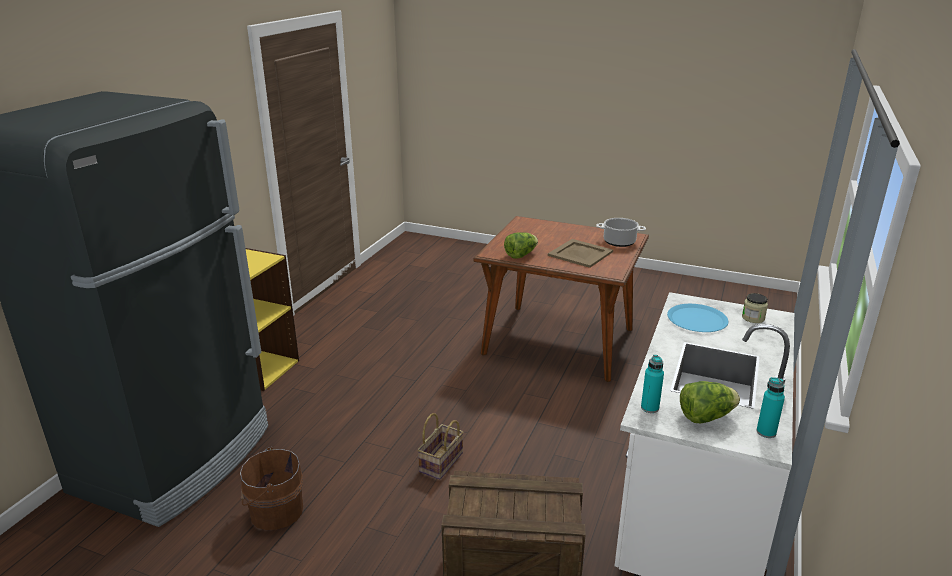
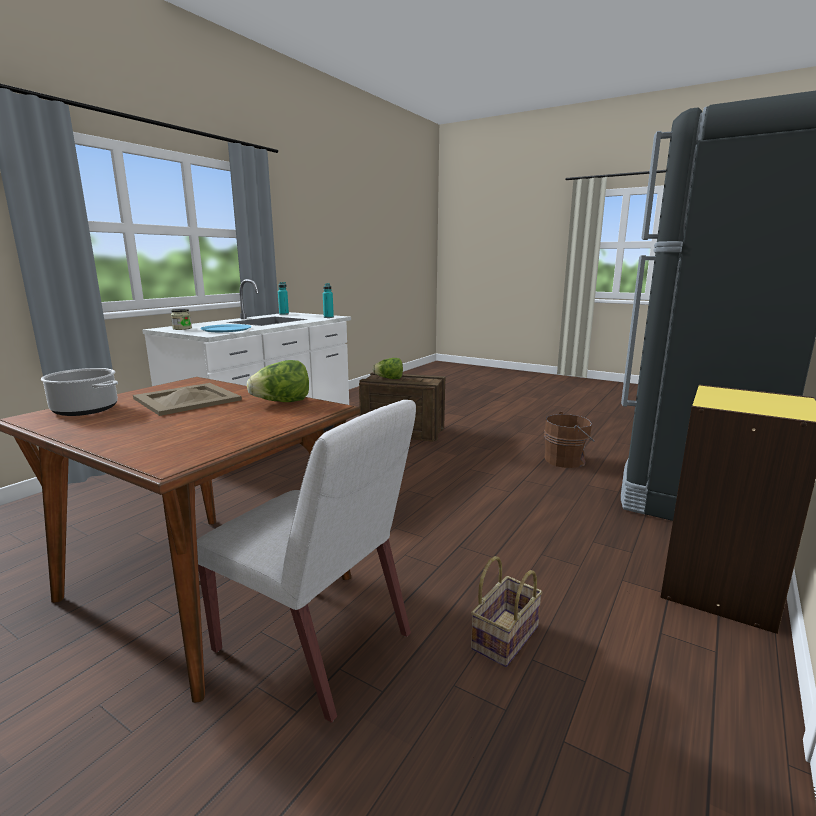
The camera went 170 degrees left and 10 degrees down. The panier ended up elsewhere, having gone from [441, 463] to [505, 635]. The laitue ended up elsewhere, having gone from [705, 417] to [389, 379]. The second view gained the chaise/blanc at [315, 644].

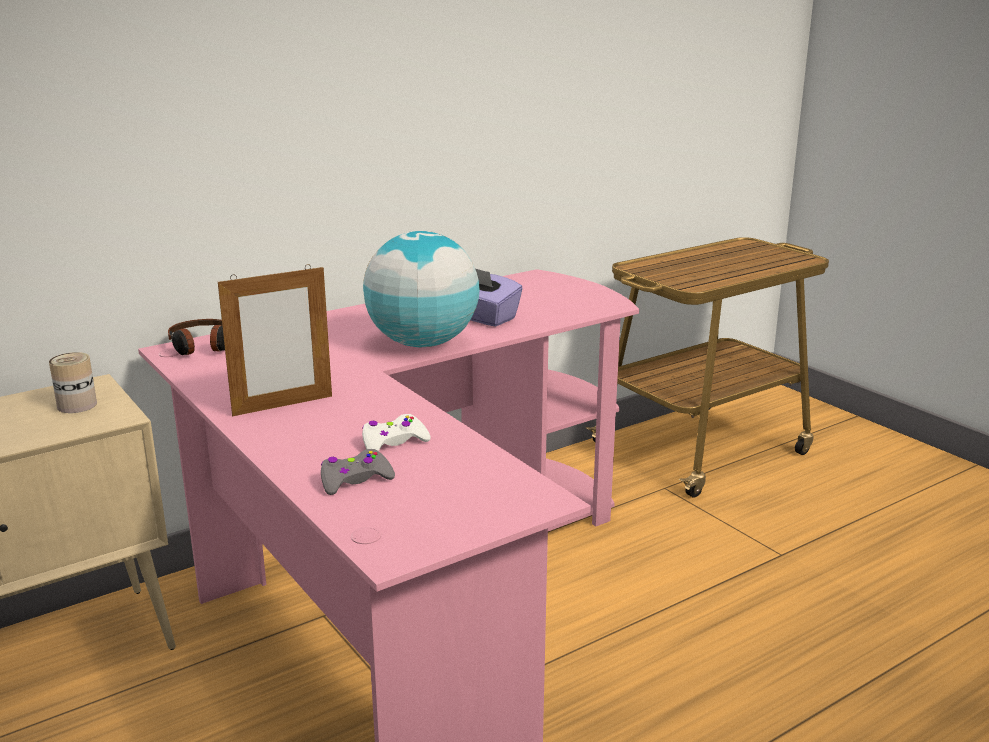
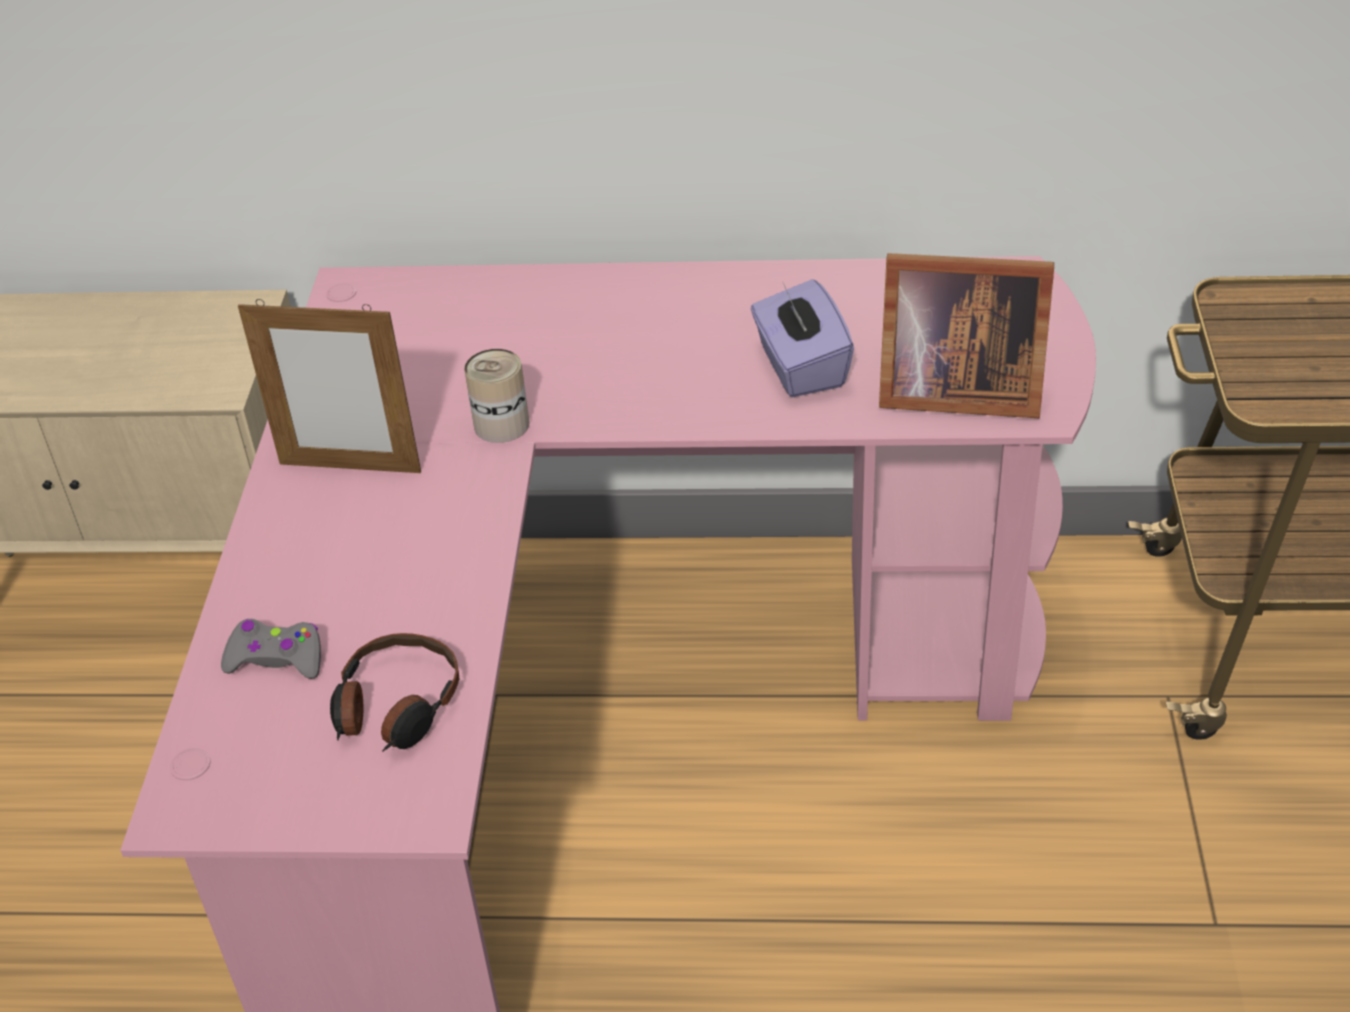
The camera went 40 degrees right and 20 degrees up. The boîte métallique ended up elsewhere, having gone from [77, 405] to [501, 424]. The casque audio ended up elsewhere, having gone from [201, 346] to [396, 707]. The second view lost the manette/blanc at [393, 442]. The second view lost the globe at [422, 344]. The second view gained the cadre photo at [953, 390].

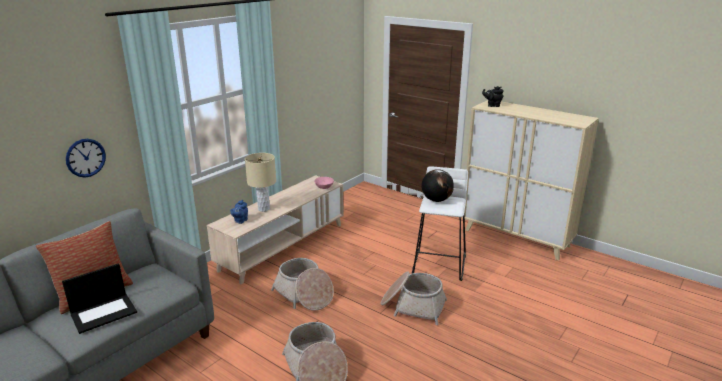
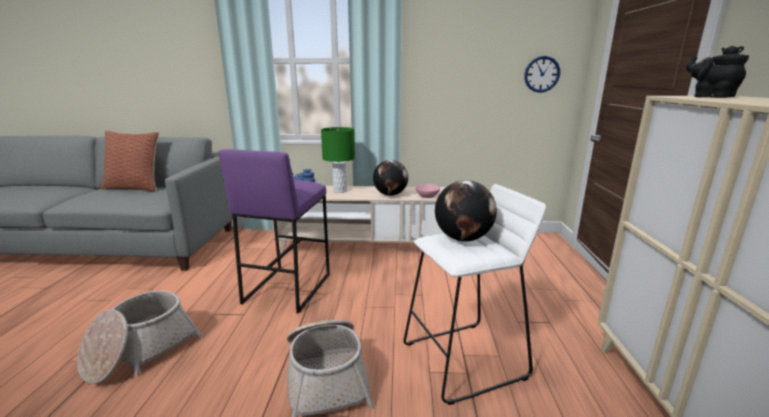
The camera went 55 degrees right and 5 degrees down. The second view lost the ordinateur portable at [104, 312]. The horloge murale ended up elsewhere, having gone from [85, 157] to [541, 74]. What was the lampe de table/beige at [263, 209] turned into the lampe de table/vert at [339, 191]. Where the panier stood at [304, 295], the tabouret/violet came to stand at [287, 288]. The second view gained the globe at [390, 194].

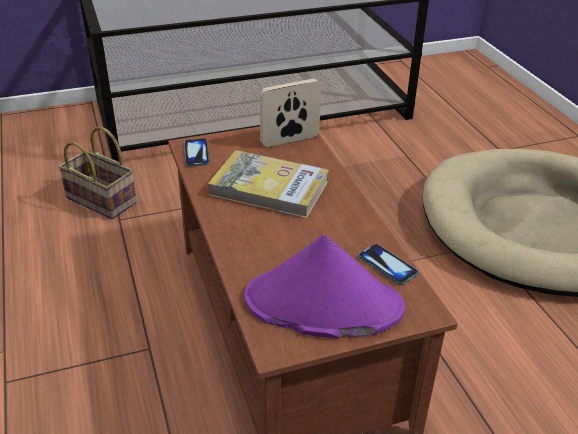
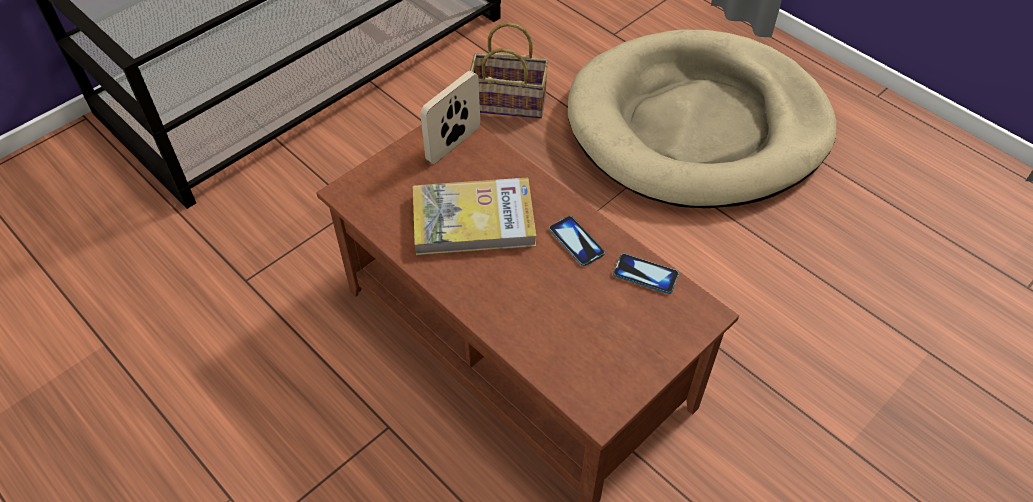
The camera went 25 degrees left and 15 degrees up. The panier ended up elsewhere, having gone from [103, 200] to [510, 101]. The téléphone ended up elsewhere, having gone from [196, 153] to [576, 241]. The second view lost the chapeau/violet at [322, 304].

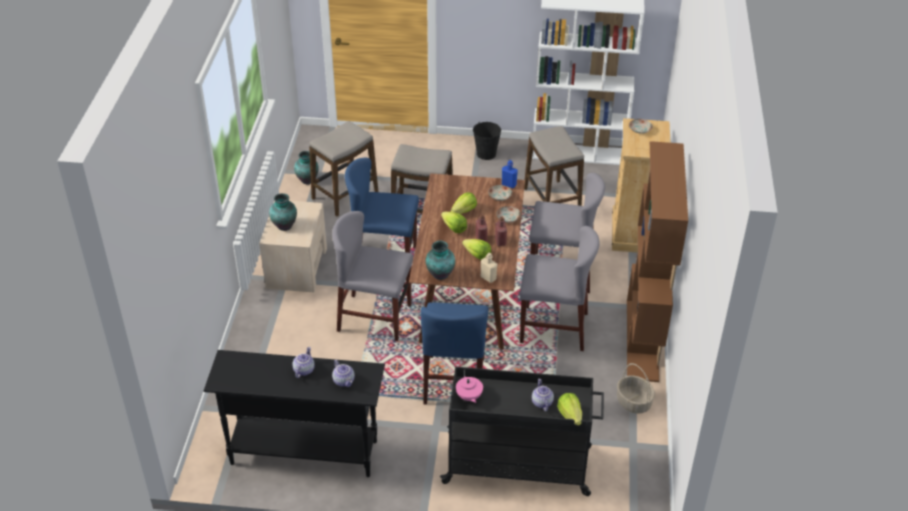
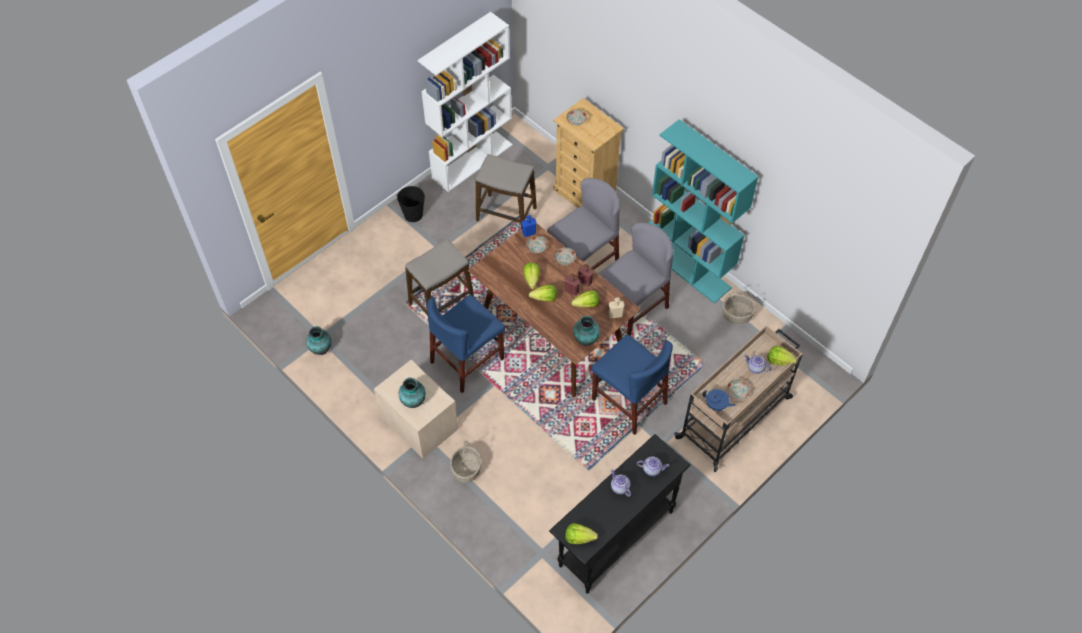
The camera went 50 degrees left and 15 degrees up. The second view lost the tabouret at [344, 195]. The second view lost the chaise/gris at [374, 318]. What was the chariot/noir at [519, 465] turned into the chariot/beige at [735, 417]. What was the théière/rose at [469, 397] turned into the théière/bleu at [716, 405]. What was the bibliothèque/marron at [643, 340] turned into the bibliothèque/turquoise at [688, 268]. The second view gained the panier at [466, 470]. The second view gained the laitue at [579, 537]. The second view gained the assiette at [738, 392].

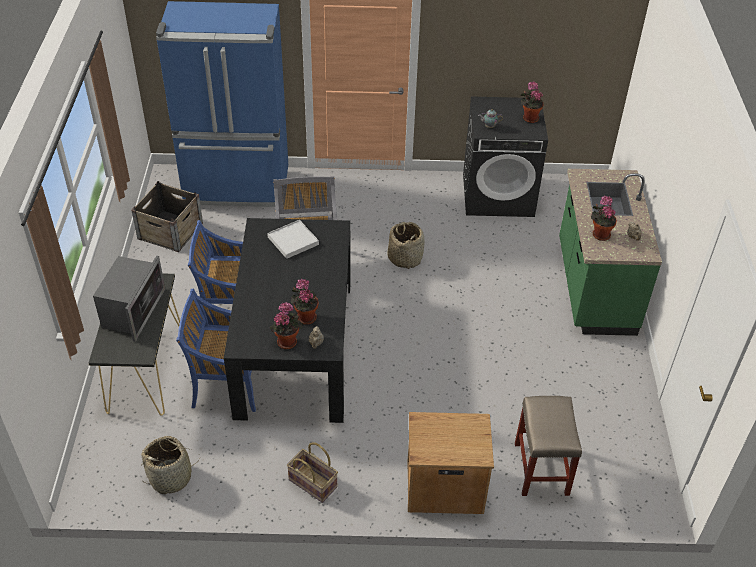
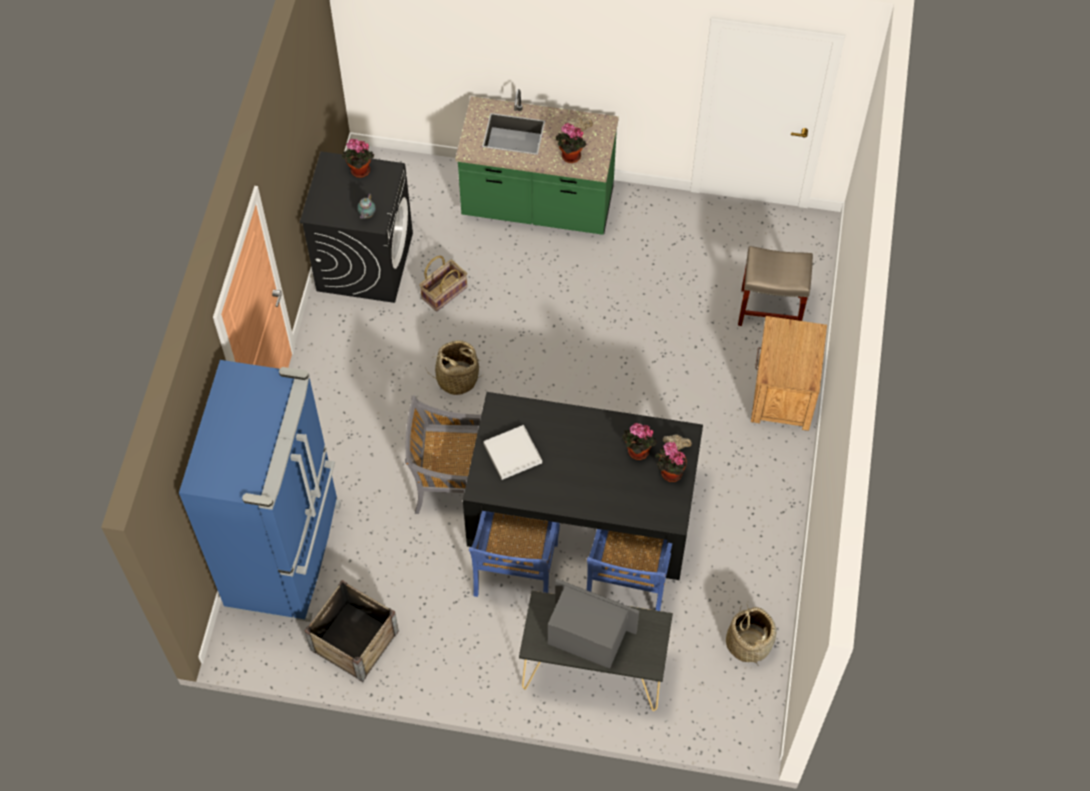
The camera went 80 degrees left and 15 degrees up. The panier ended up elsewhere, having gone from [313, 483] to [444, 292].

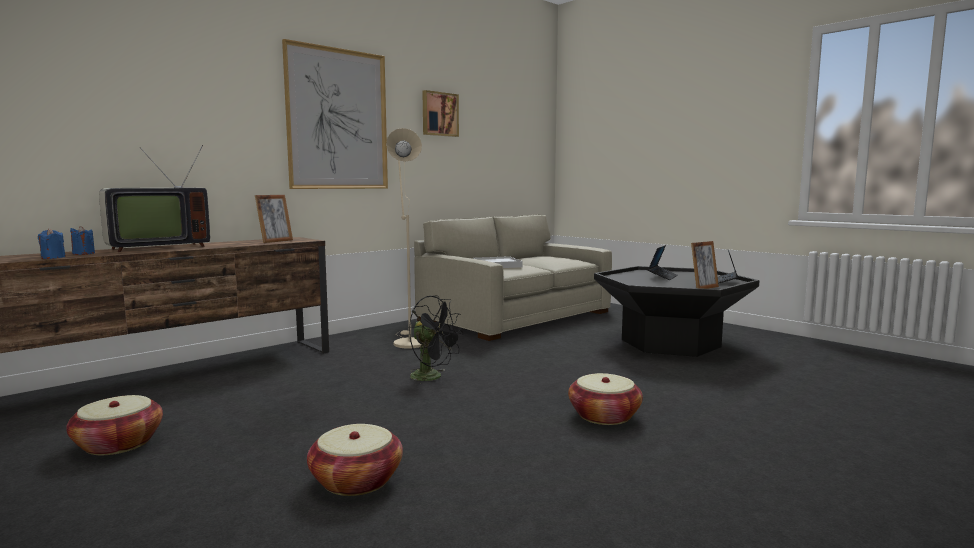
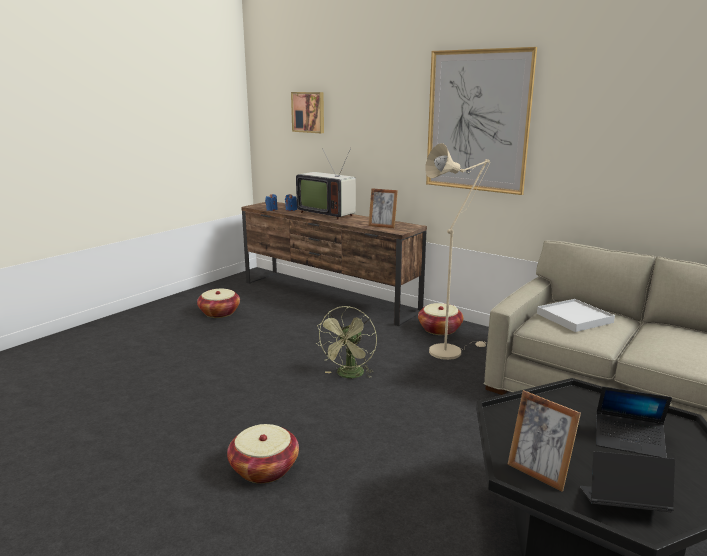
The camera went 80 degrees right and 10 degrees up. The panier ended up elsewhere, having gone from [356, 481] to [439, 329]. What was the ventilateur/noir at [432, 377] turned into the ventilateur/vert at [349, 375]. The tableau ended up elsewhere, having gone from [439, 114] to [309, 112].

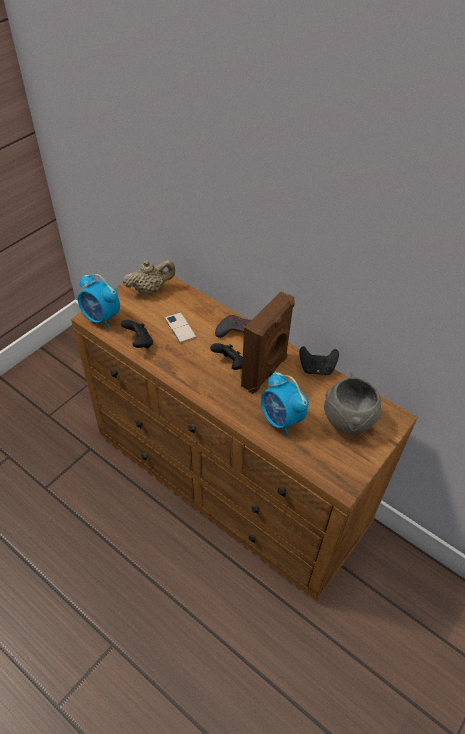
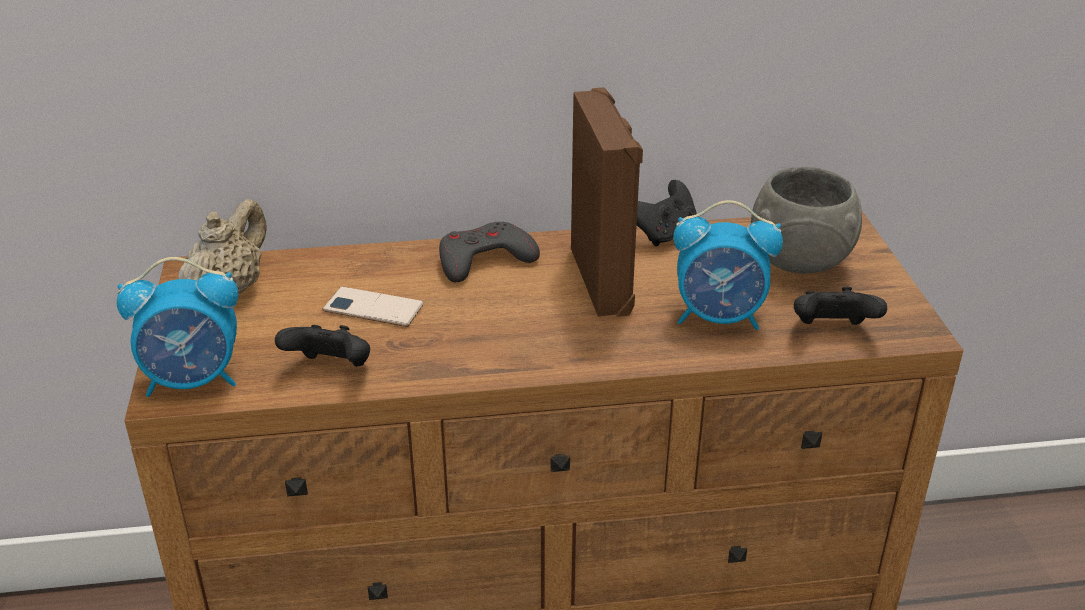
The camera went 45 degrees left and 15 degrees down. The manette/noir ended up elsewhere, having gone from [230, 364] to [832, 330].

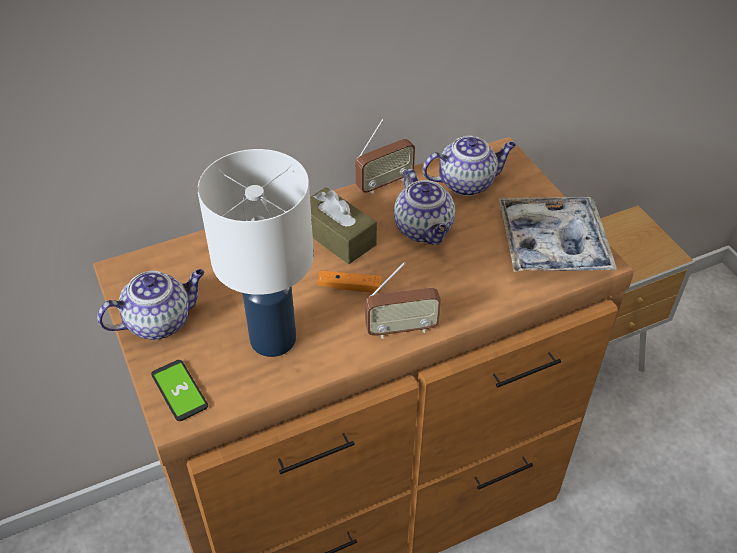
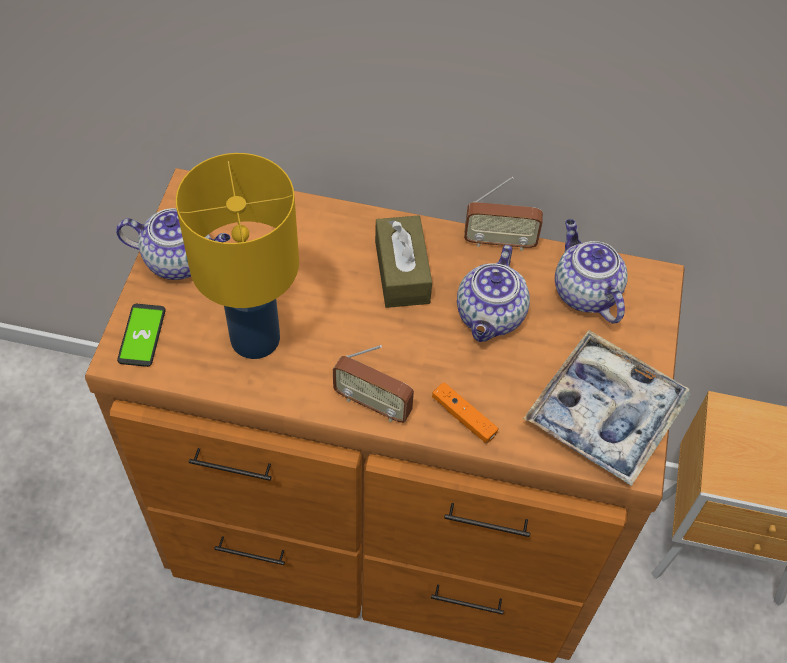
The camera went 35 degrees right and 10 degrees up. What was the lampe de table/blanc at [271, 339] turned into the lampe de table/jaune at [254, 337]. The manette/orange ended up elsewhere, having gone from [350, 287] to [464, 417]. The théière at [467, 183] ended up facing another way, 135 degrees counterclockwise from before.

